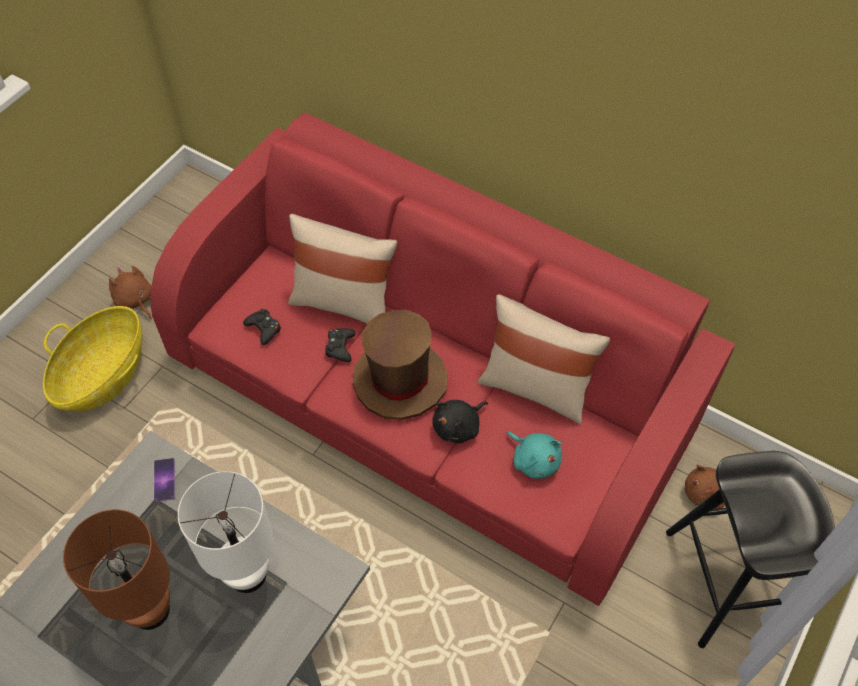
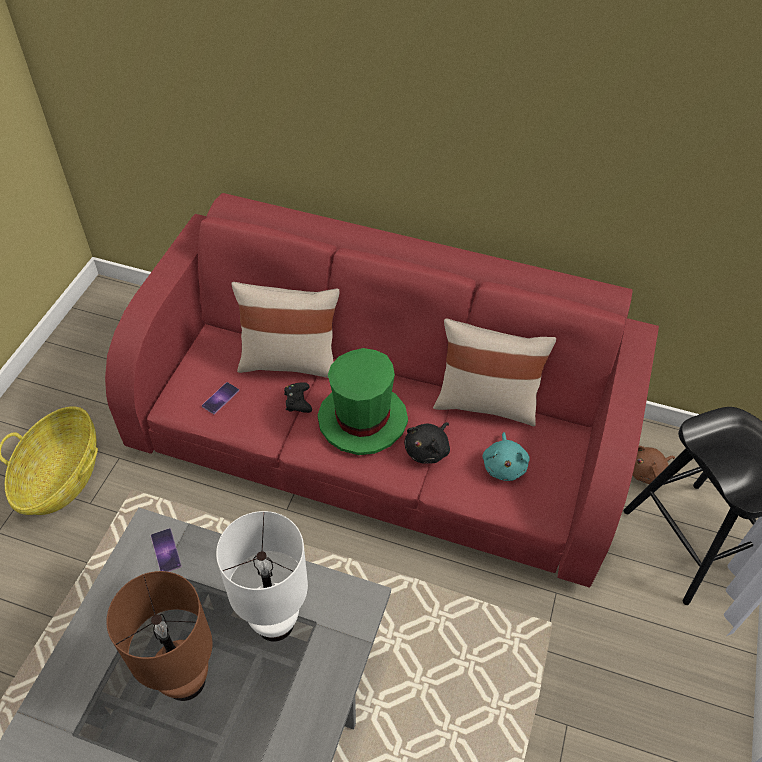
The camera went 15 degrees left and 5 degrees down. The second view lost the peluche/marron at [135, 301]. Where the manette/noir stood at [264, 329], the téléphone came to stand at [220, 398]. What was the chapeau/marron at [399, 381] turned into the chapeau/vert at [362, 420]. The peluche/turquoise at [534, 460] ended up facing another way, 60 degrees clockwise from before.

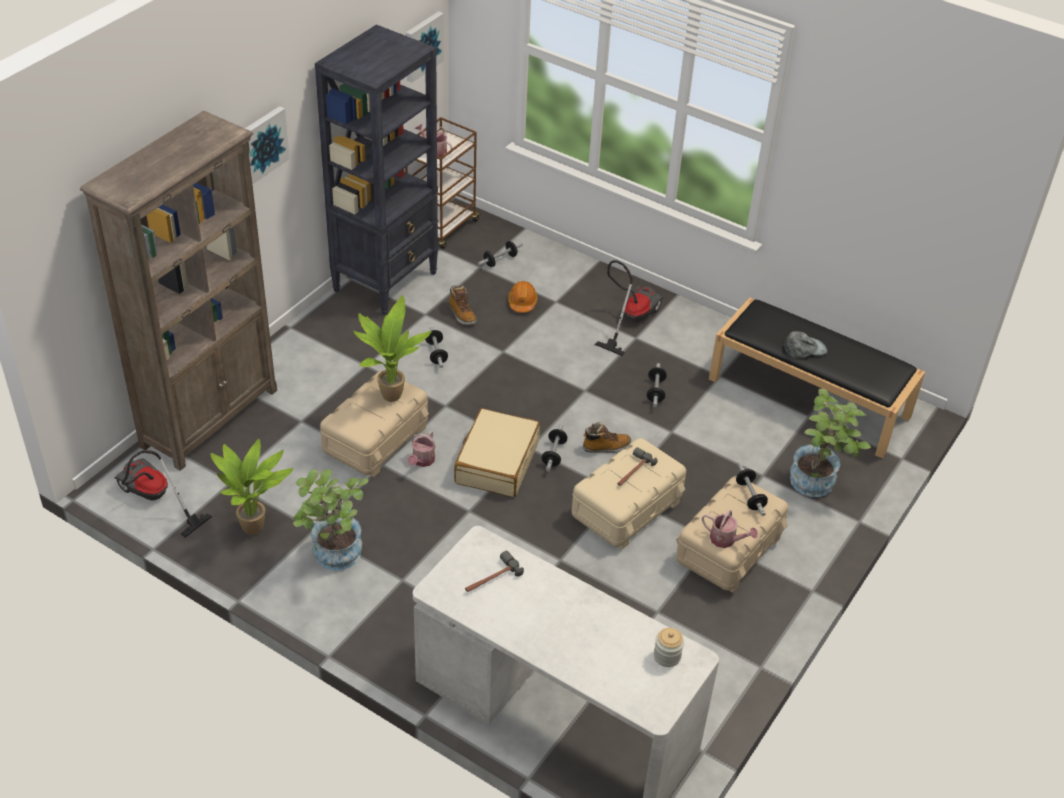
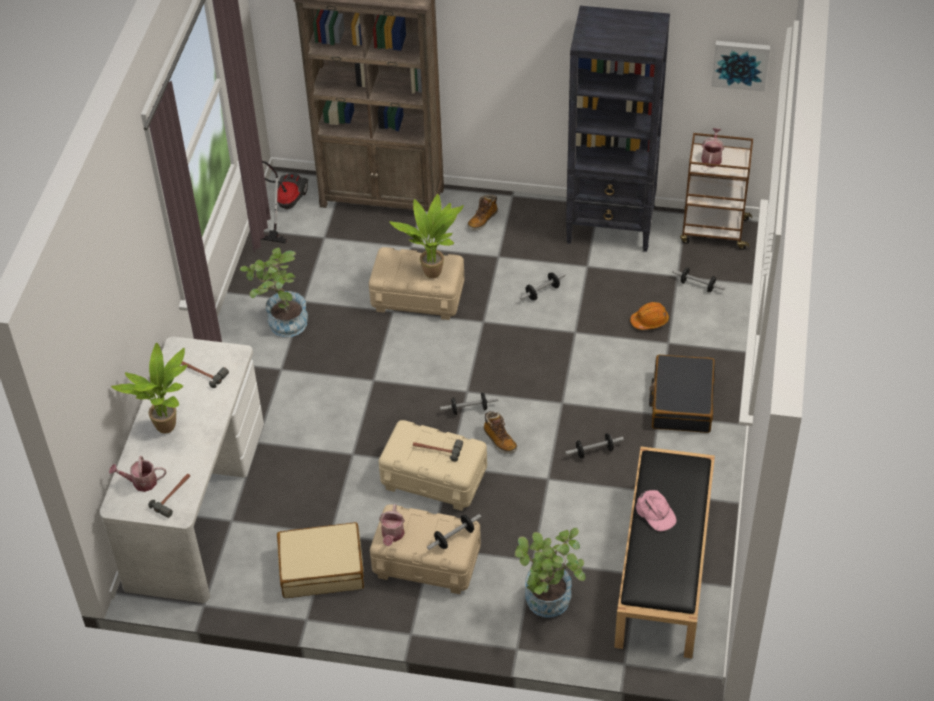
The camera went 70 degrees right and 5 degrees up. The plante en pot ended up elsewhere, having gone from [256, 527] to [169, 429]. The second view lost the tableau at [261, 144]. The arrosoir ended up elsewhere, having gone from [422, 461] to [141, 482]. The botte ended up elsewhere, having gone from [462, 314] to [482, 220]. The valise/beige ended up elsewhere, having gone from [496, 462] to [321, 568]. Where the aspirateur stood at [630, 319], the valise/noir came to stand at [681, 402]. Where the bocal stood at [667, 656], the marteau came to stand at [174, 496]. What was the casquette/gris at [804, 349] turned into the casquette/rose at [655, 513].

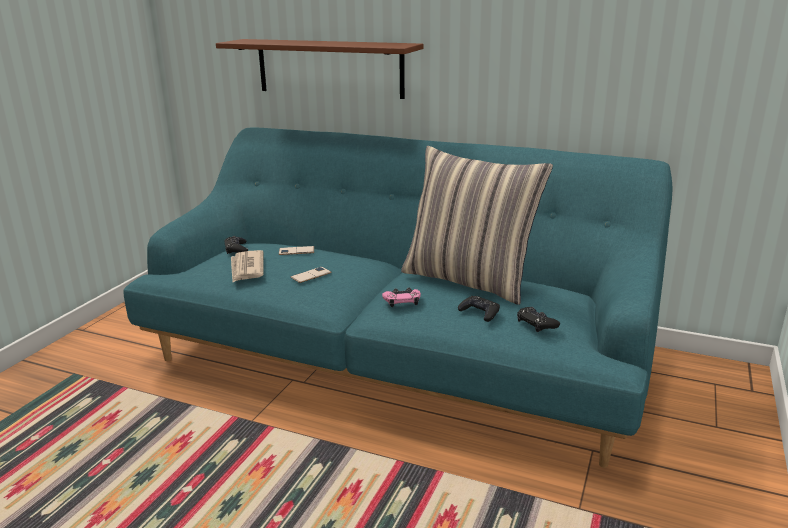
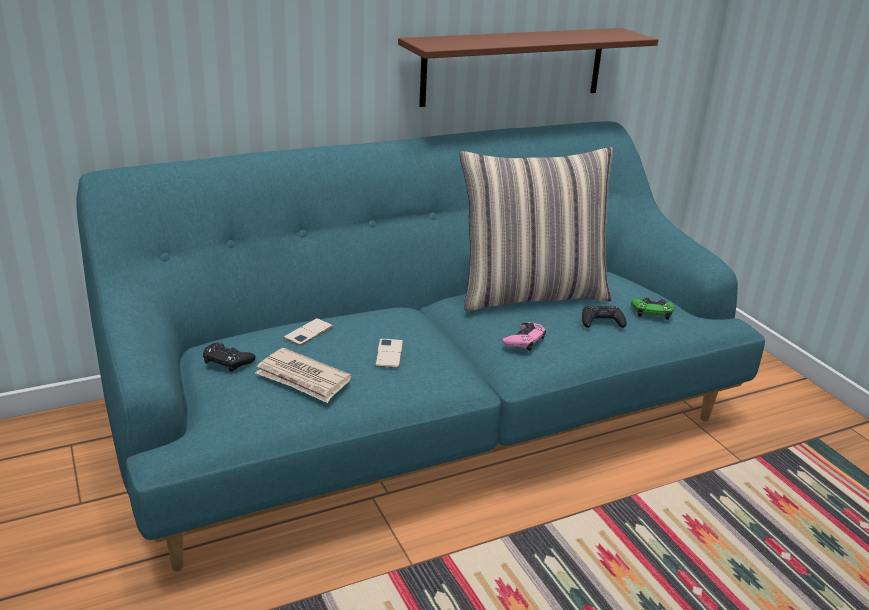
The camera went 50 degrees left and 5 degrees up. The étagère/marron ended up elsewhere, having gone from [329, 68] to [514, 66]. What was the manette/noir at [536, 323] turned into the manette/vert at [652, 312].

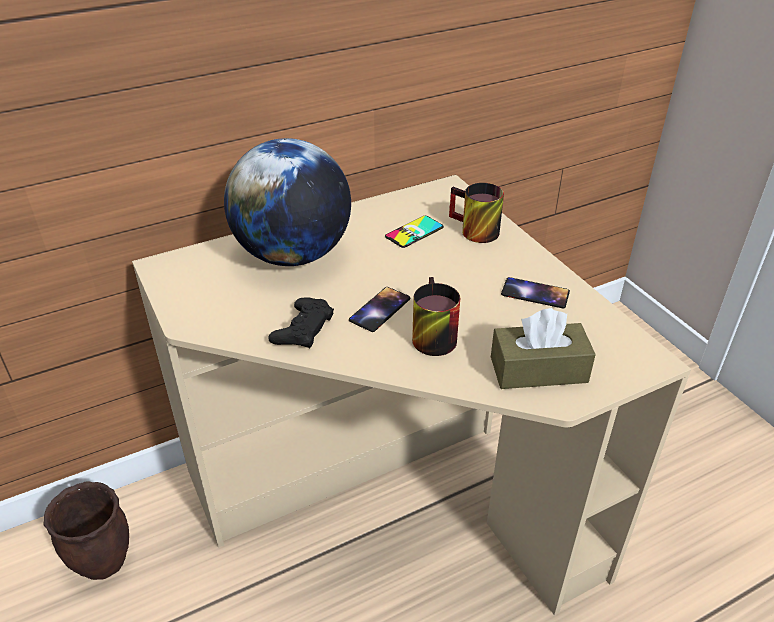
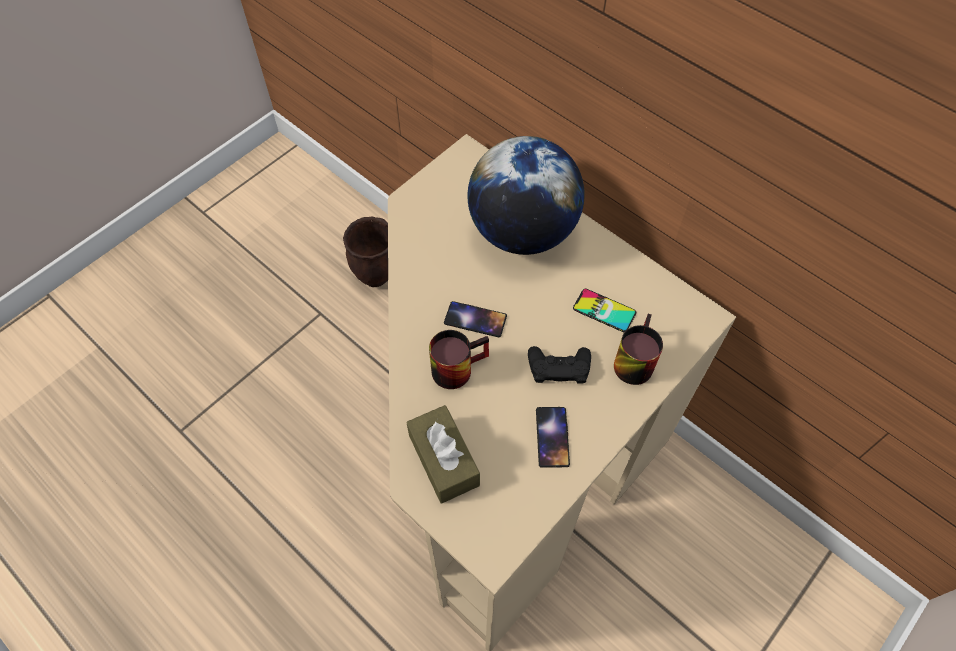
The camera went 70 degrees right and 20 degrees up. The manette/noir ended up elsewhere, having gone from [302, 329] to [559, 367].

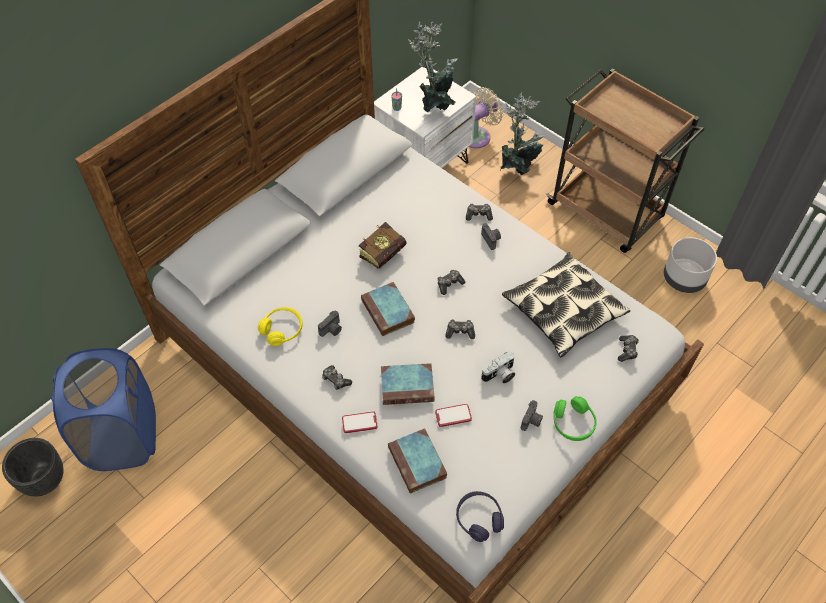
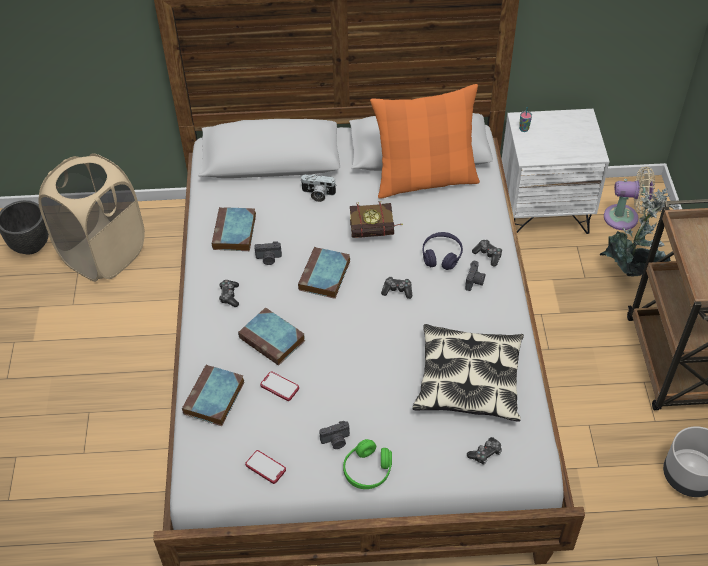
The camera went 45 degrees right and 5 degrees down. What was the panier à linge/bleu at [123, 437] turned into the panier à linge/beige at [104, 254]. Where the casque audio/jaune stood at [282, 330], the livre came to stand at [235, 233]. The téléphone ended up elsewhere, having gone from [359, 423] to [265, 467]. The second view lost the plante en pot at [435, 104]. The second view lost the manette at [460, 332]. The casque audio/violet ended up elsewhere, having gone from [479, 518] to [441, 255]. The appareil photo ended up elsewhere, having gone from [499, 375] to [317, 194]. The second view gained the coussin/orange at [425, 180].

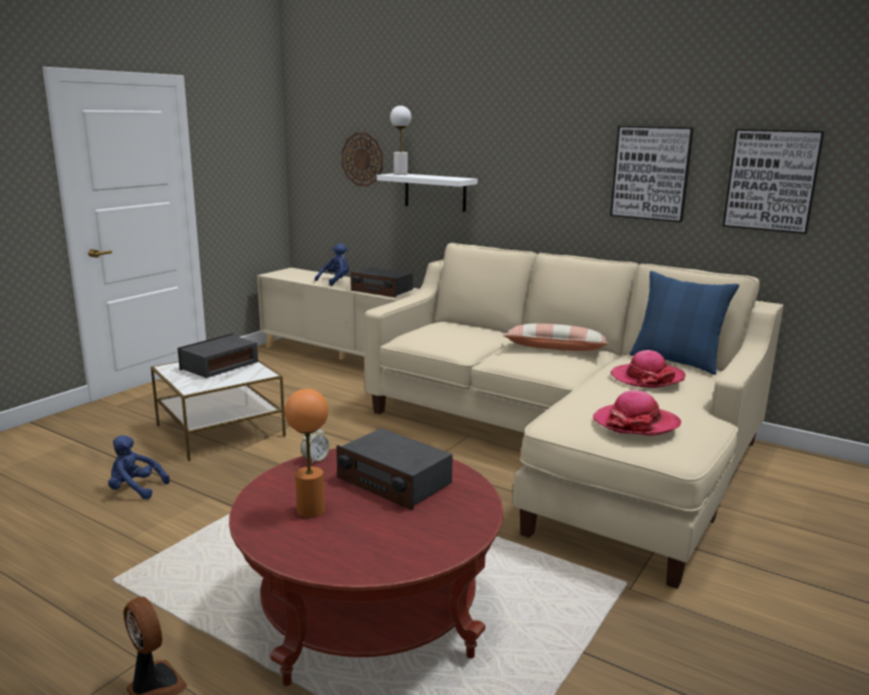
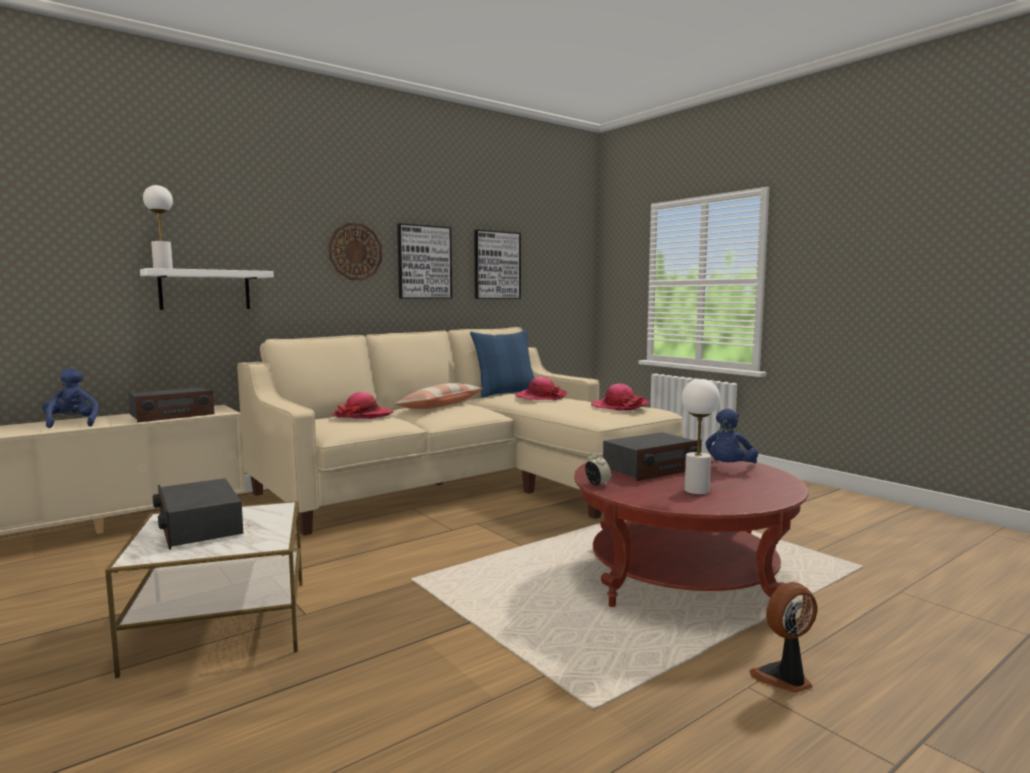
The camera went 70 degrees left and 10 degrees down. The peluche/bleu ended up elsewhere, having gone from [135, 489] to [729, 468]. What was the lampe de table/orange at [310, 510] turned into the lampe de table/blanc at [696, 491]. The horloge murale ended up elsewhere, having gone from [362, 159] to [355, 252]. The second view gained the chapeau at [363, 415].

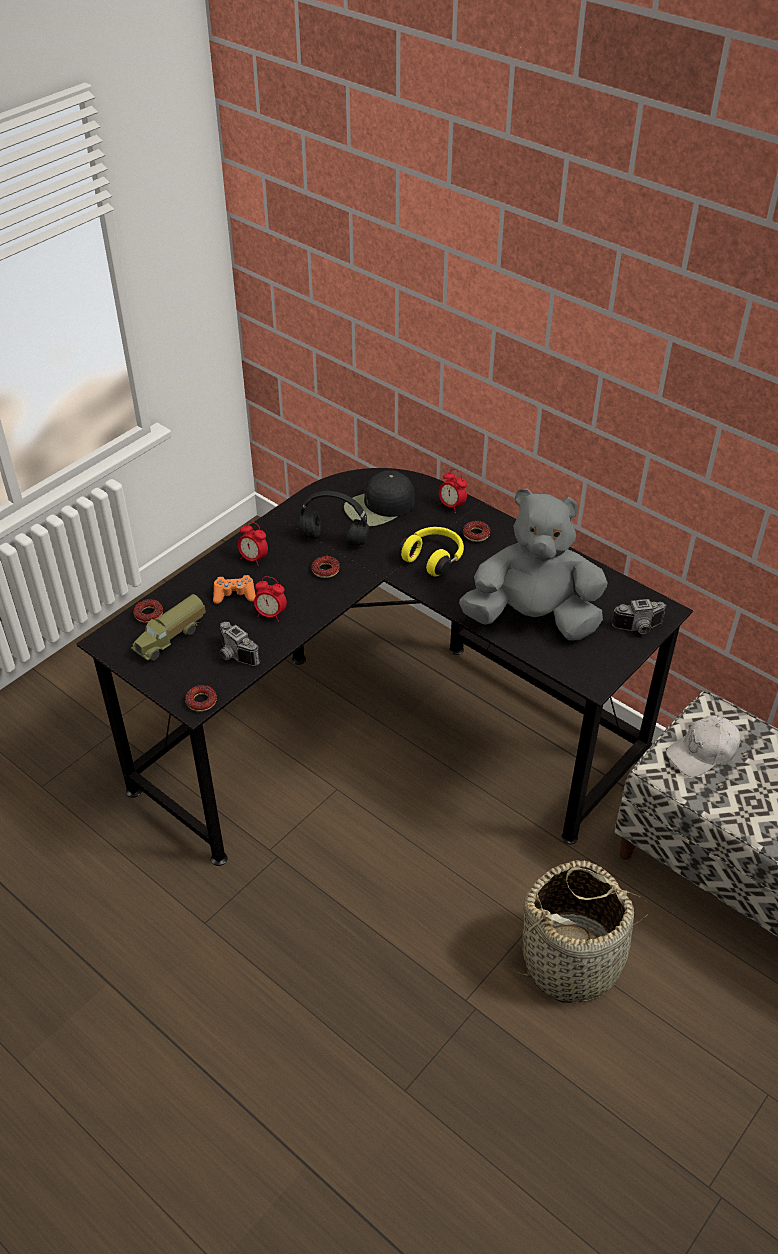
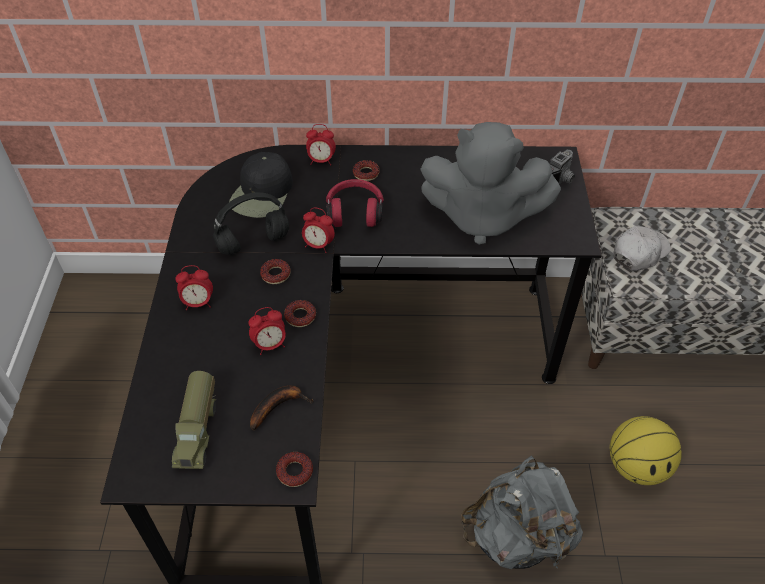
The camera went 40 degrees left and 5 degrees up. The beignet ended up elsewhere, having gone from [149, 614] to [300, 316]. The second view lost the manette/orange at [234, 594]. Where the appareil photo stood at [234, 656], the banane came to stand at [278, 406]. What was the casque audio/jaune at [434, 558] turned into the casque audio/rouge at [355, 211]. The peluche/gris at [532, 618] ended up facing another way, 135 degrees counterclockwise from before. Where the panier stood at [572, 959], the ballon de basket came to stand at [637, 466]. The casquette/blanc at [703, 752] ended up facing another way, 150 degrees counterclockwise from before. The second view gained the réveil at [318, 245]. The second view gained the sac à dos/gris at [517, 536].

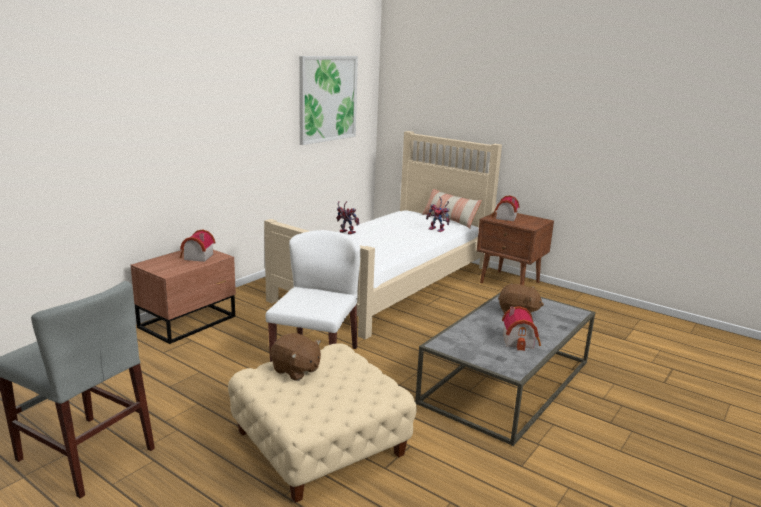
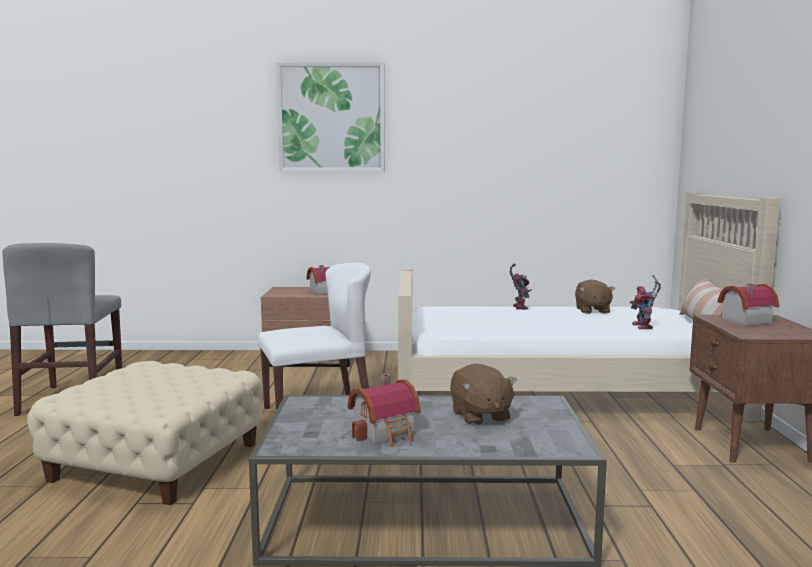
The camera went 55 degrees right and 10 degrees down. The peluche/marron ended up elsewhere, having gone from [296, 370] to [592, 311]. The tableau ended up elsewhere, having gone from [327, 99] to [331, 118].

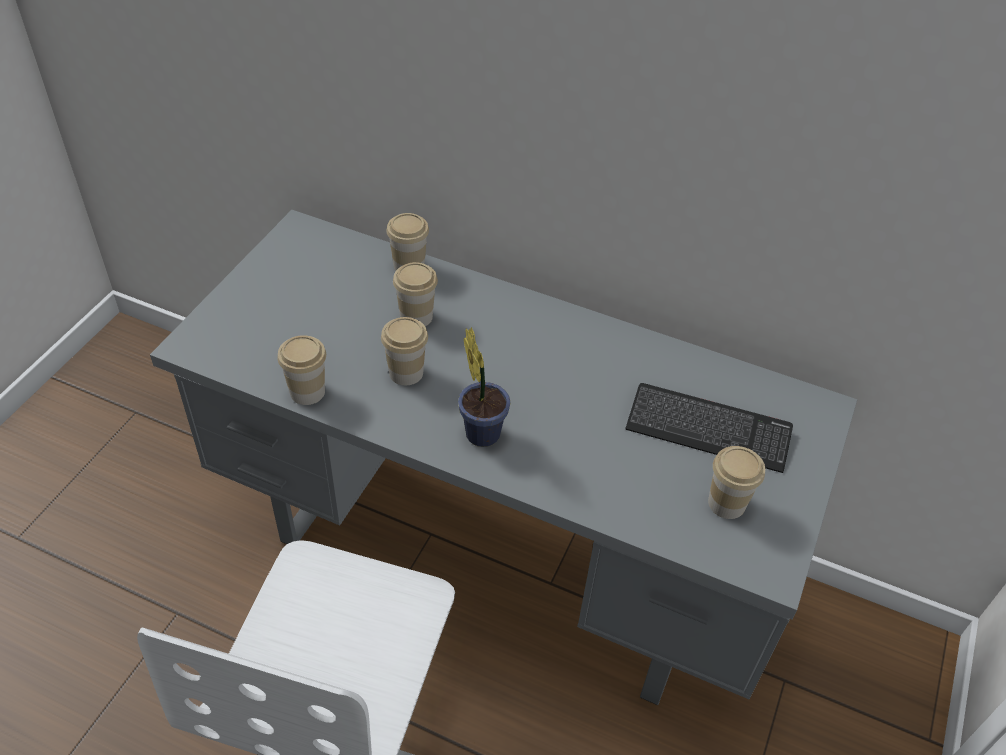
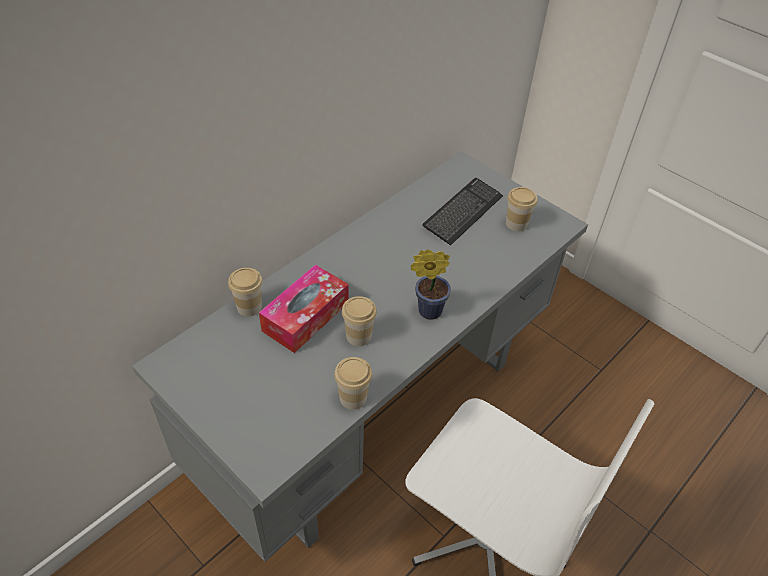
The camera went 70 degrees left and 0 degrees up. Where the tasse stood at [416, 317], the boîte à mouchoirs came to stand at [305, 316].

